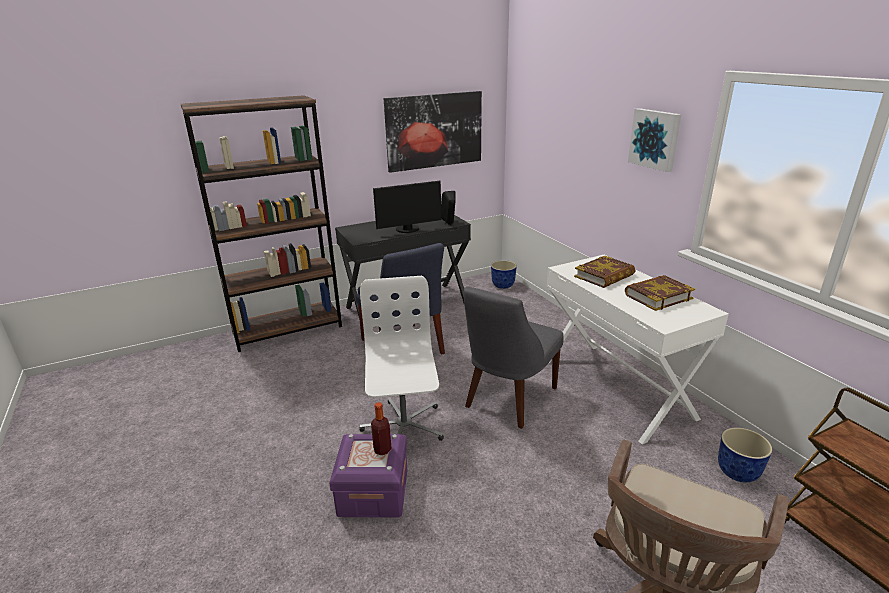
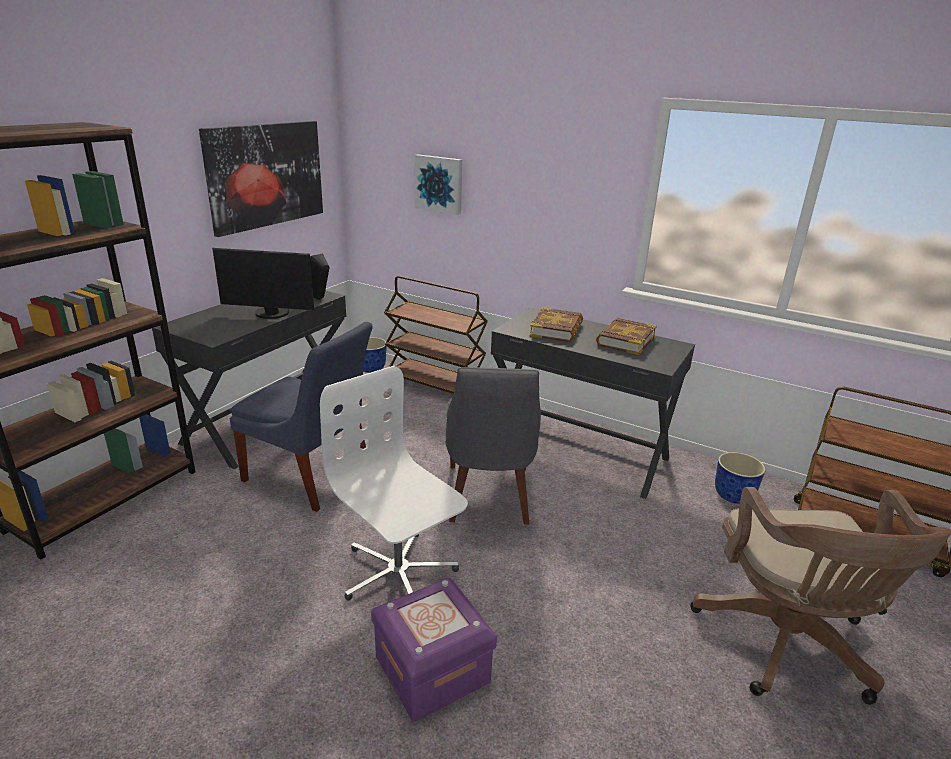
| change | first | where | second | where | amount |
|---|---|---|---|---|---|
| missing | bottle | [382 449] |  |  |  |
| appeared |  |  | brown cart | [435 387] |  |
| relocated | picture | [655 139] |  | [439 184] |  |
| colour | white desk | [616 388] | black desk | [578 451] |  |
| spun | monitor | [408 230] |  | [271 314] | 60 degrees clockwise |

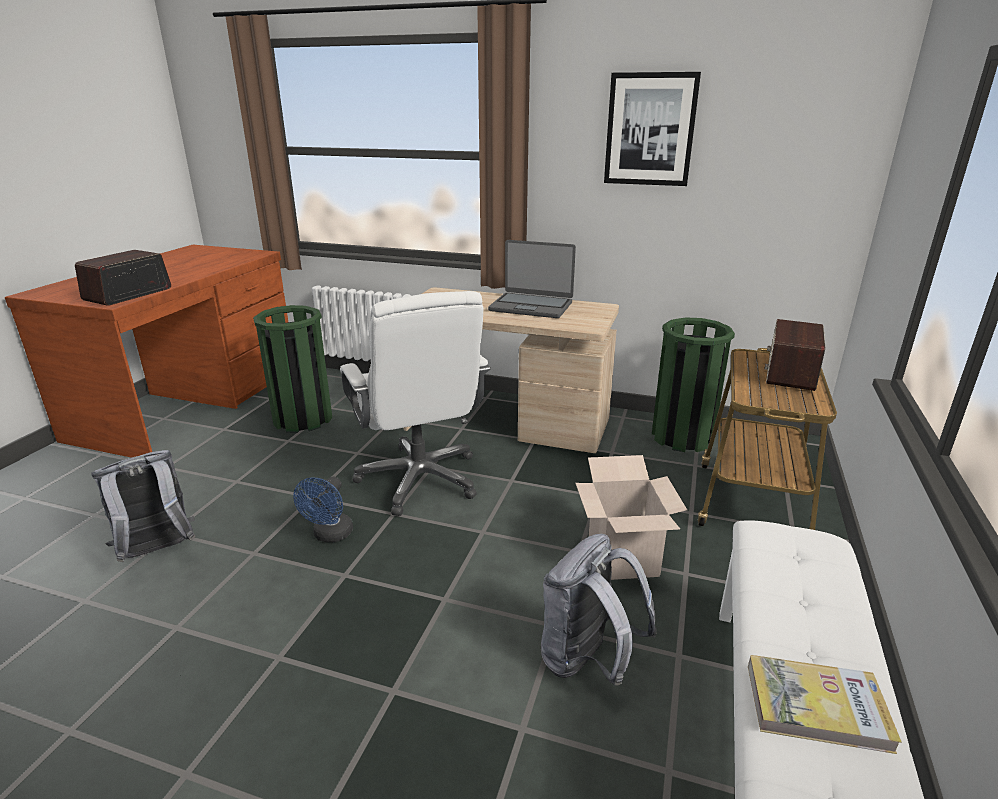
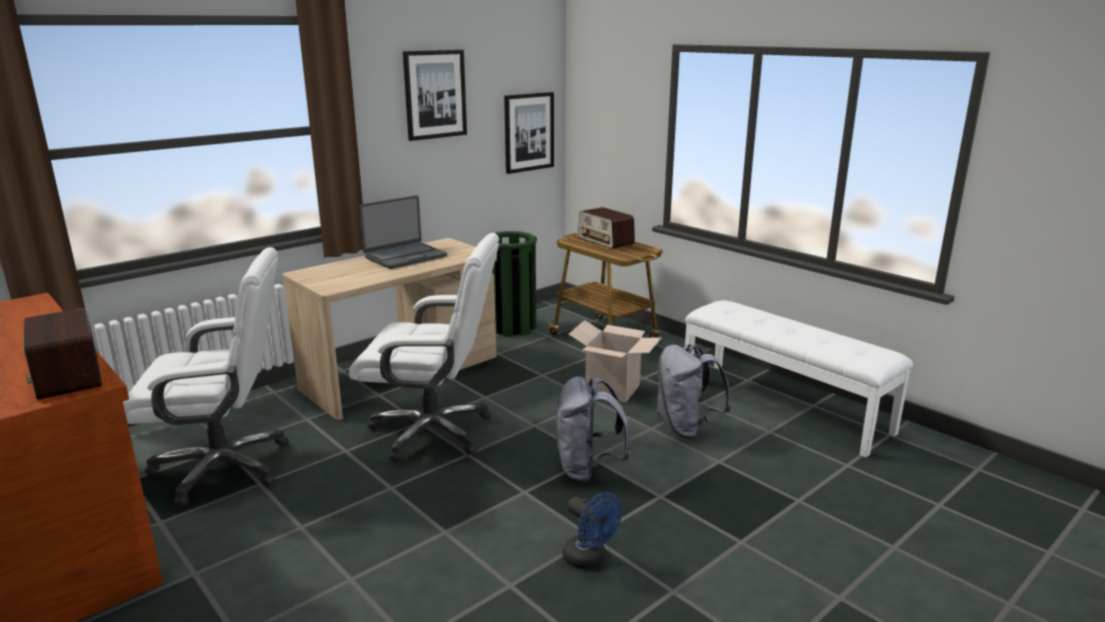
| change | first | where | second | where | amount |
|---|---|---|---|---|---|
| missing | book | [816 706] |  |  |  |
| appeared |  |  | picture | [528 132] |  |
| relocated | grey backpack | [157 552] |  | [588 469] |  |
| relocated | blue fan | [330 535] |  | [590 559] |  |
| exchanged | green trash can | [303 419] | white office chair | [223 467] |  |

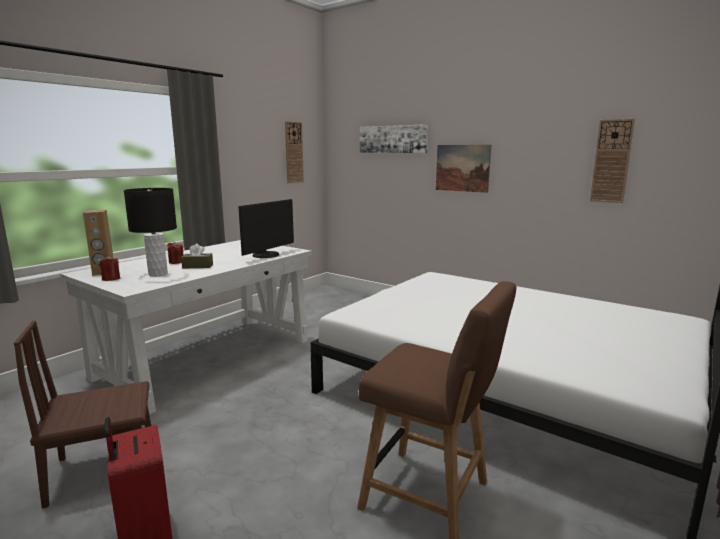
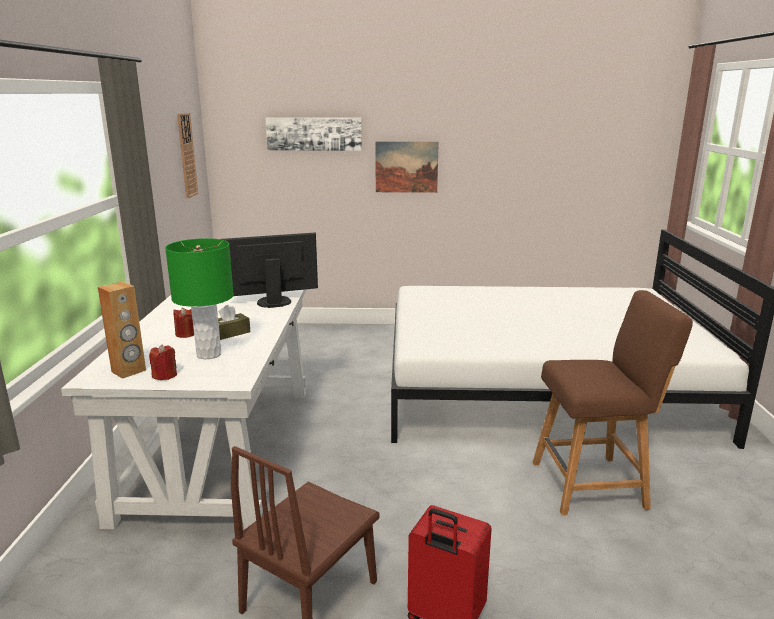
| change | first | where | second | where | amount |
|---|---|---|---|---|---|
| missing | wall clock | [611 161] |  |  |  |
| colour | black table lamp | [158 274] | green table lamp | [209 354] |  |
| spun | monitor | [267 255] |  | [273 302] | 105 degrees counterclockwise |

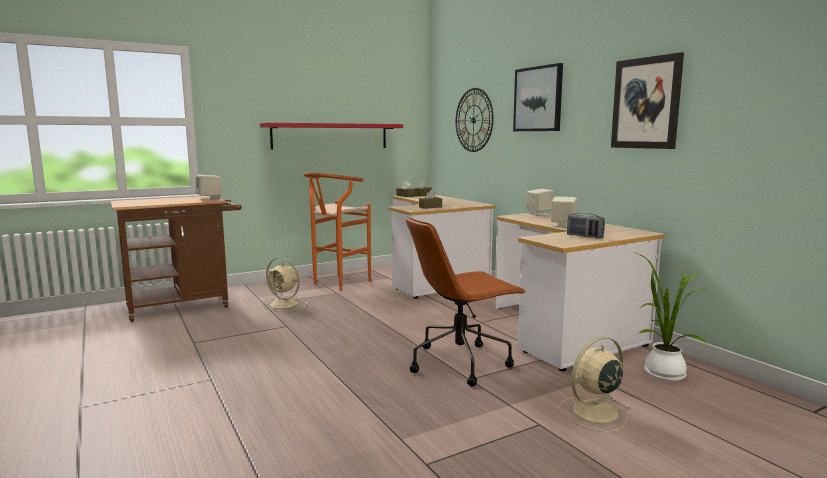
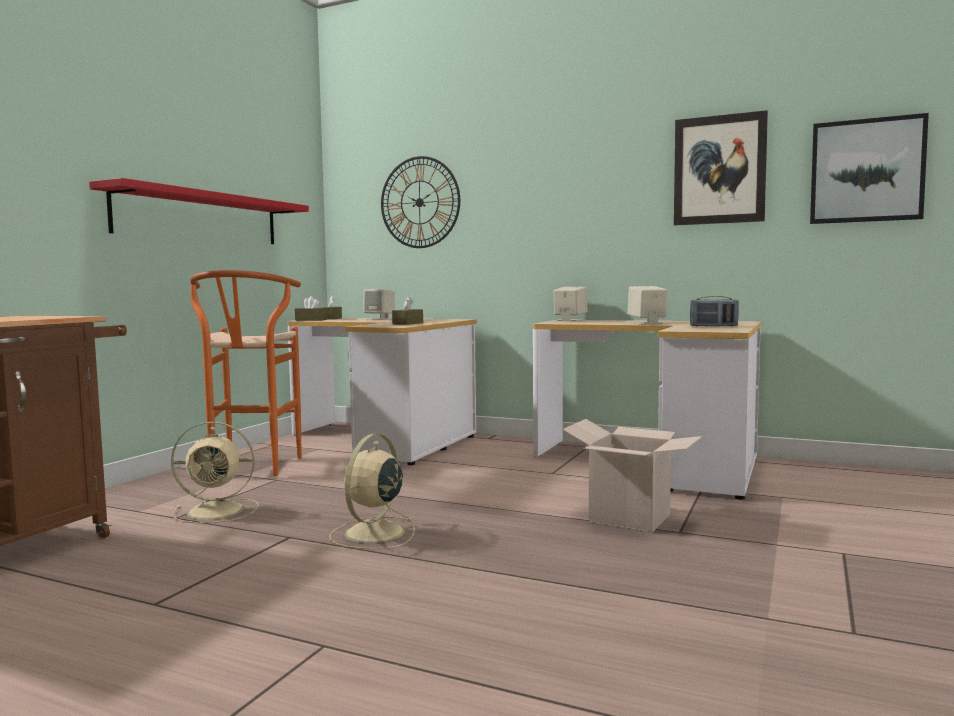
| change | first | where | second | where | amount |
|---|---|---|---|---|---|
| missing | potted plant | [661 373] |  |  |  |
| relocated | beige speaker | [209 199] |  | [380 319] |  |
| relocated | picture | [538 99] |  | [866 171] |  |
| relocated | beige fan | [593 412] |  | [373 534] |  |
| exchanged | brown office chair | [460 362] | cardboard box | [630 518] |  |

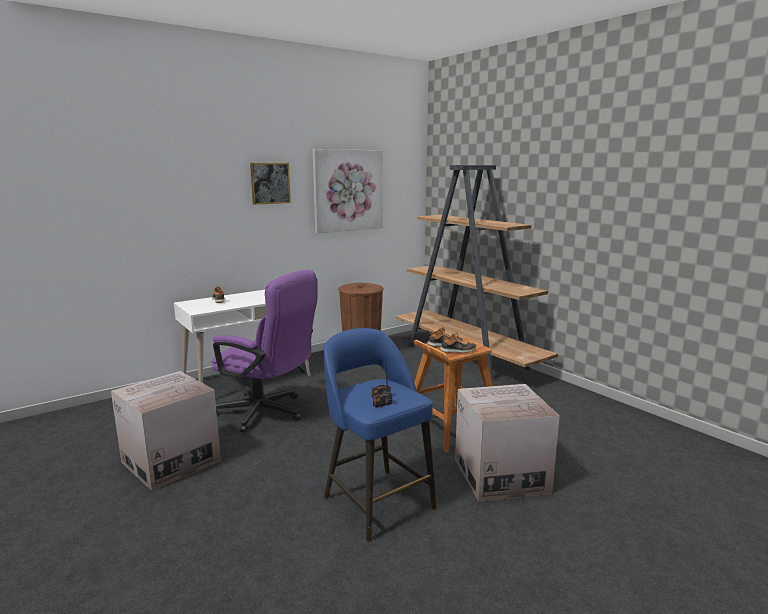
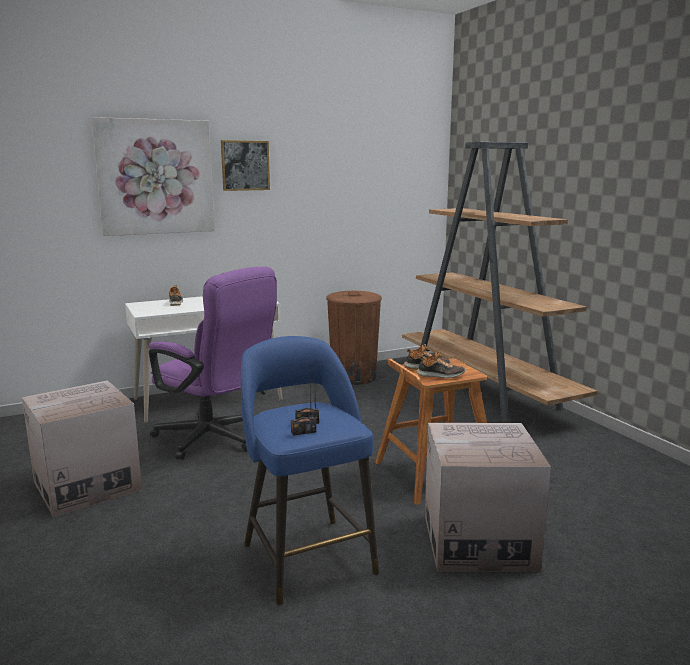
| change | first | where | second | where | amount |
|---|---|---|---|---|---|
| relocated | picture | [348 190] |  | [155 177] |  |

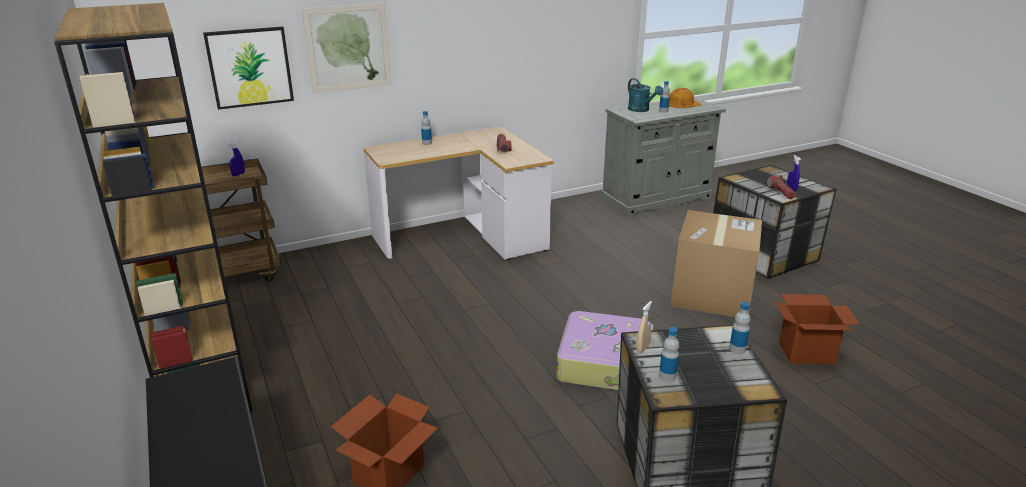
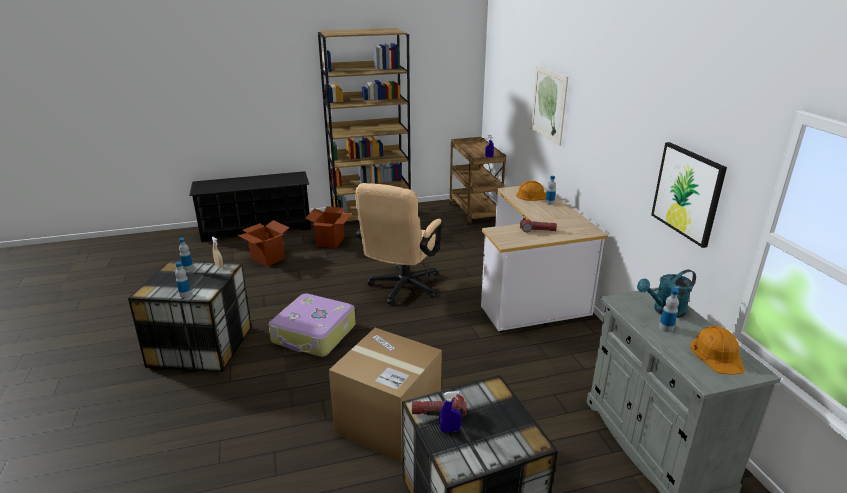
| change | first | where | second | where | amount |
|---|---|---|---|---|---|
| appeared |  |  | beige office chair | [401 289] |  |
| appeared |  |  | orange hard hat | [533 195] |  |
| relocated | picture | [250 67] |  | [687 193] |  |
| relocated | cardboard box | [806 353] |  | [330 241] |  |

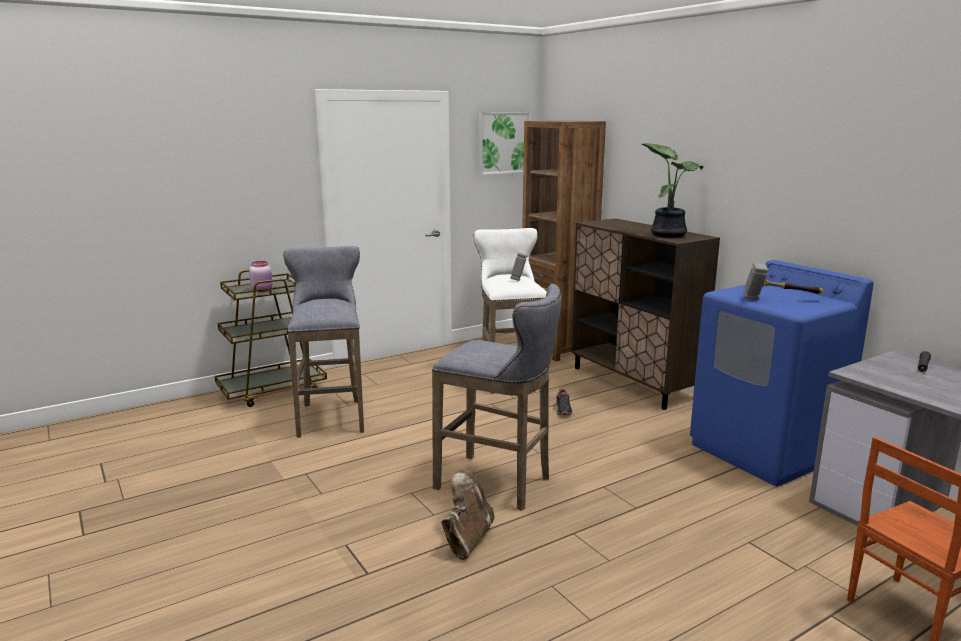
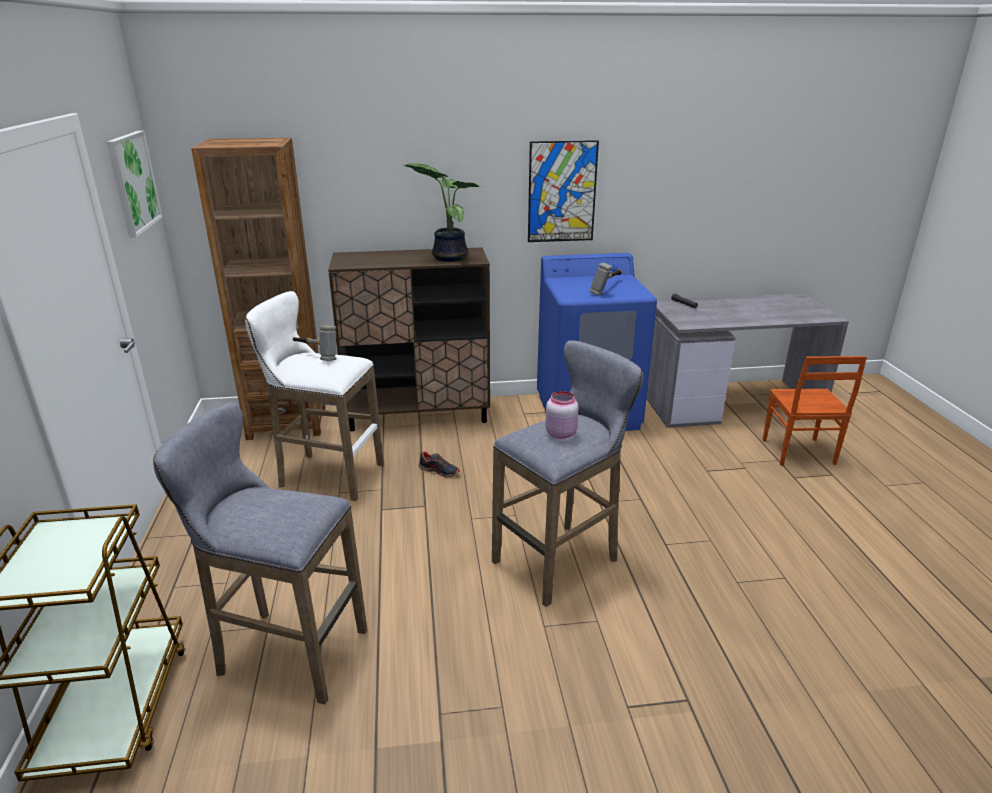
| change | first | where | second | where | amount |
|---|---|---|---|---|---|
| missing | brown boot | [467 538] |  |  |  |
| appeared |  |  | picture | [562 192] |  |
| relocated | pink jar | [262 290] |  | [560 433] |  |

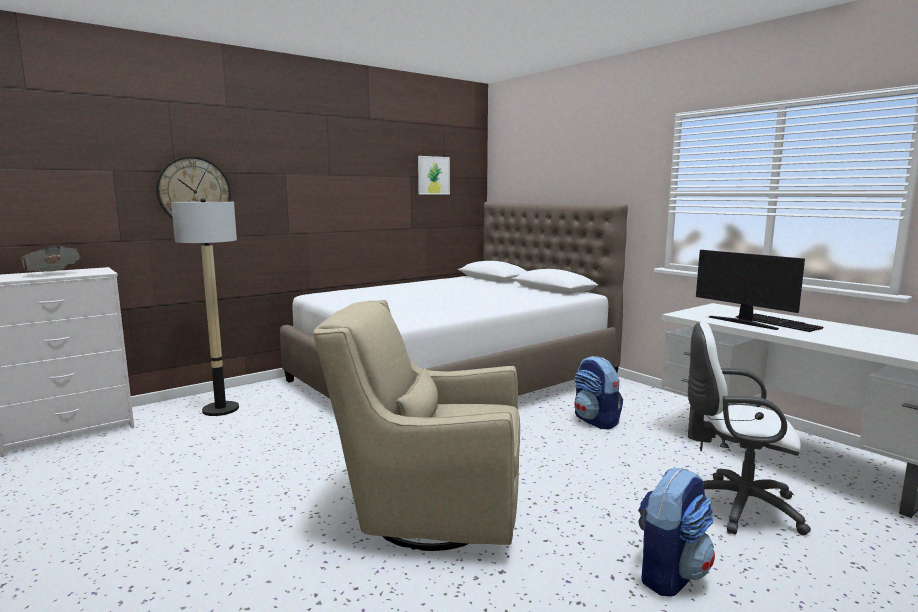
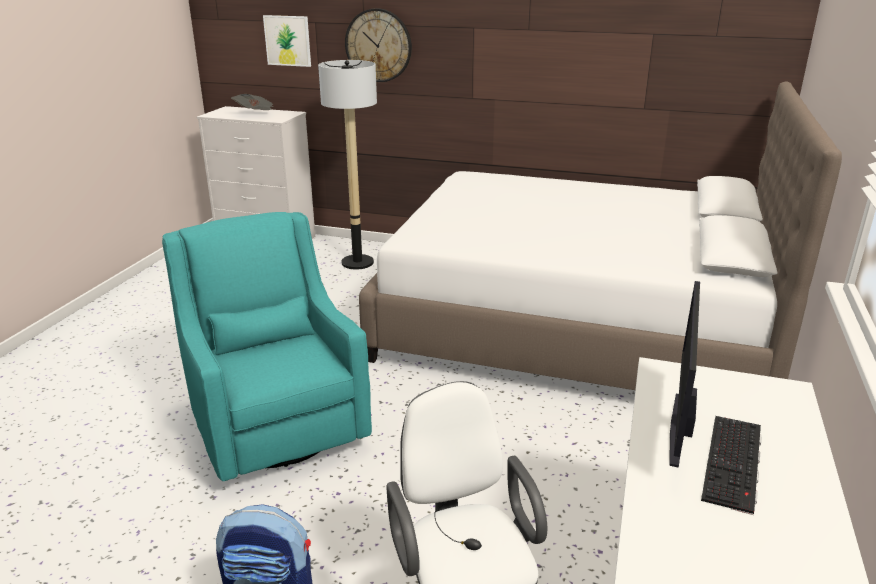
| change | first | where | second | where | amount |
|---|---|---|---|---|---|
| missing | backpack | [596 421] |  |  |  |
| relocated | picture | [433 175] |  | [287 40] |  |
| colour | beige armchair | [427 512] | turquoise armchair | [276 425] |  |

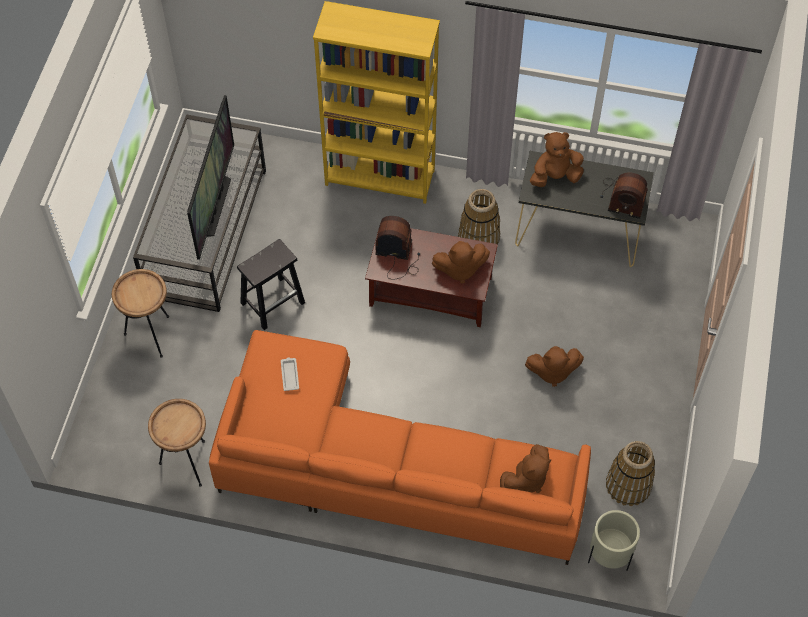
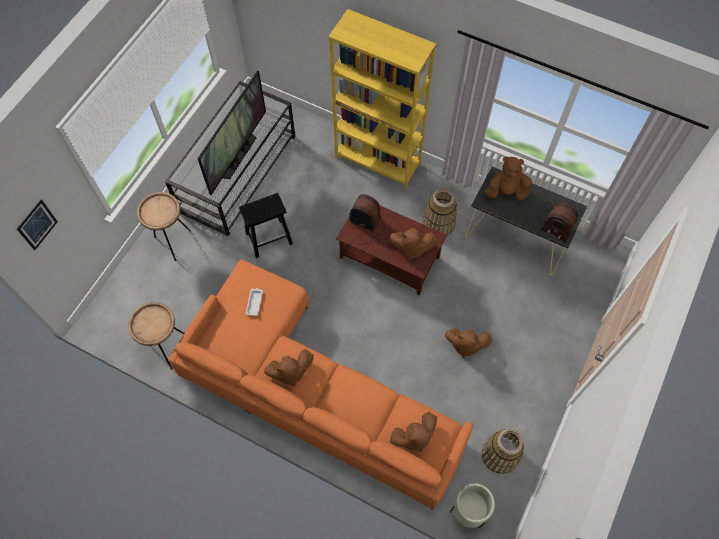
| change | first | where | second | where | amount |
|---|---|---|---|---|---|
| appeared |  |  | picture | [37 225] |  |
| appeared |  |  | brown plush toy | [290 372] |  |

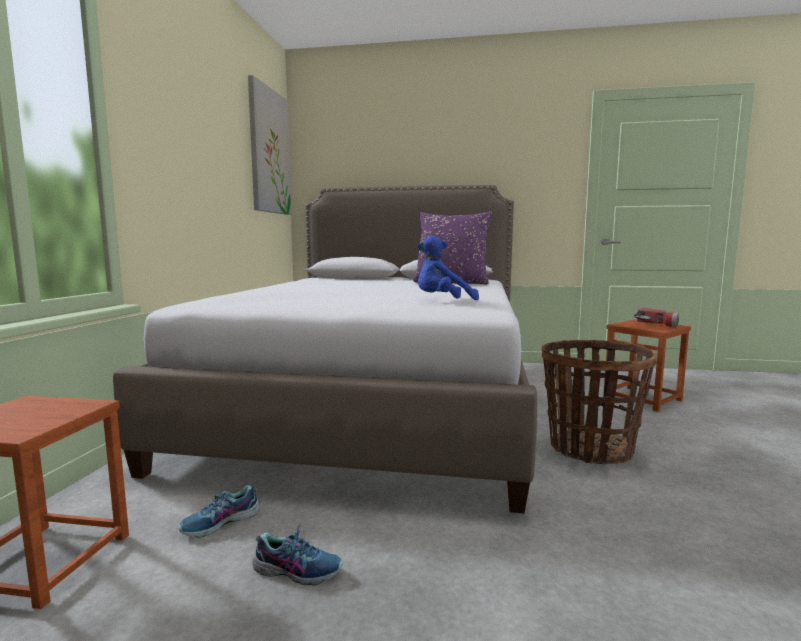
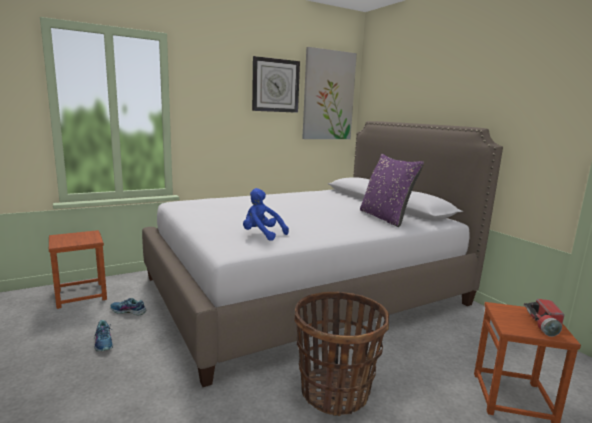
| change | first | where | second | where | amount |
|---|---|---|---|---|---|
| appeared |  |  | wall clock | [275 85] |  |

